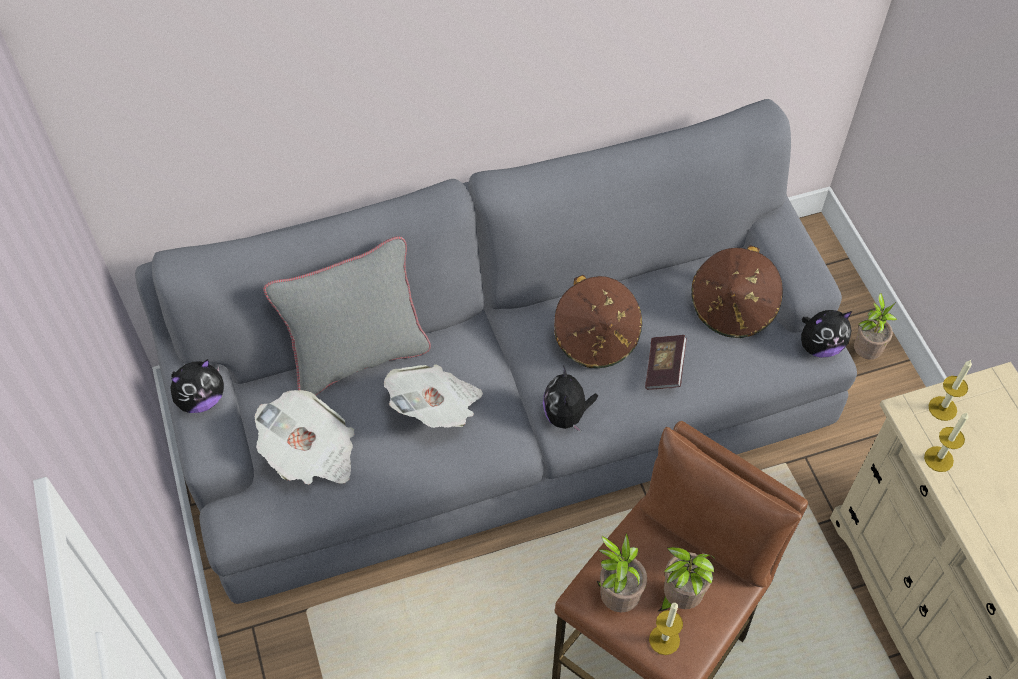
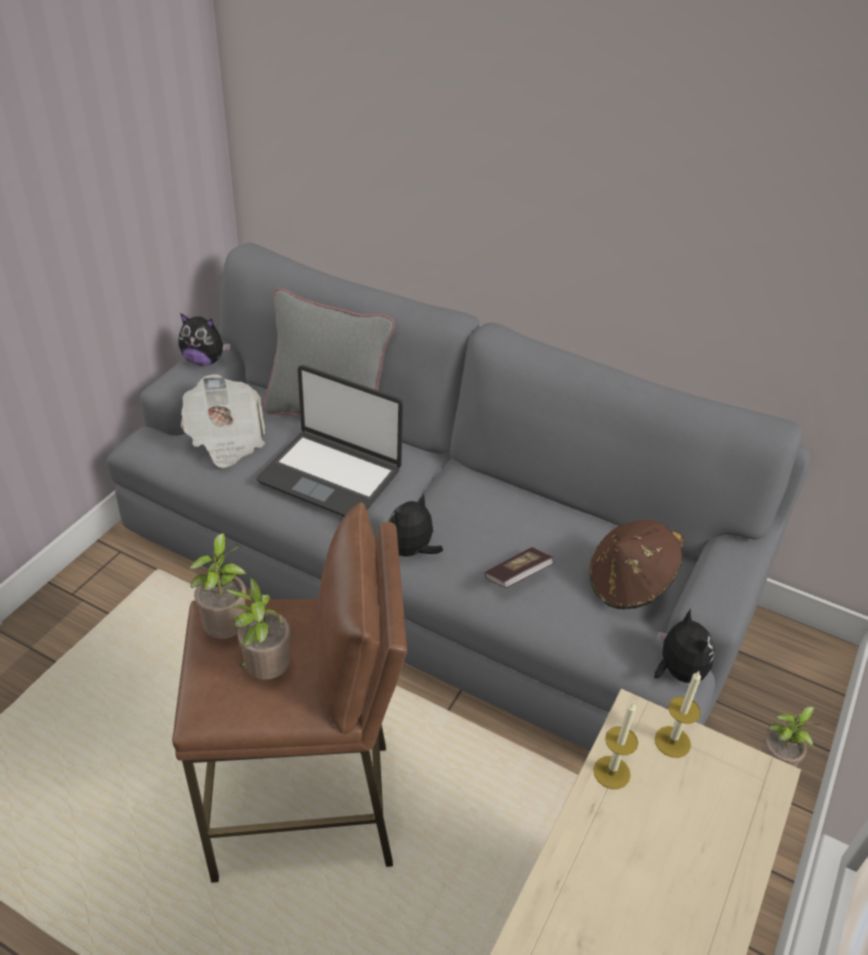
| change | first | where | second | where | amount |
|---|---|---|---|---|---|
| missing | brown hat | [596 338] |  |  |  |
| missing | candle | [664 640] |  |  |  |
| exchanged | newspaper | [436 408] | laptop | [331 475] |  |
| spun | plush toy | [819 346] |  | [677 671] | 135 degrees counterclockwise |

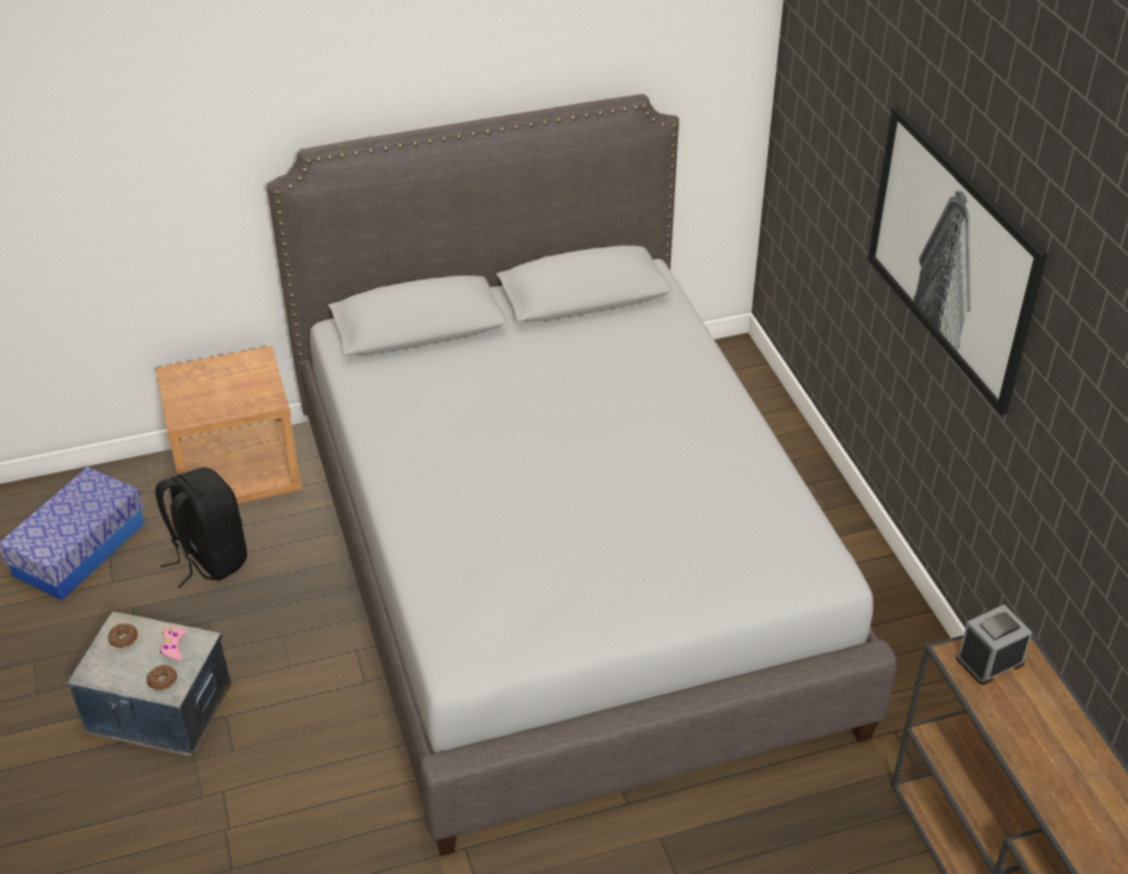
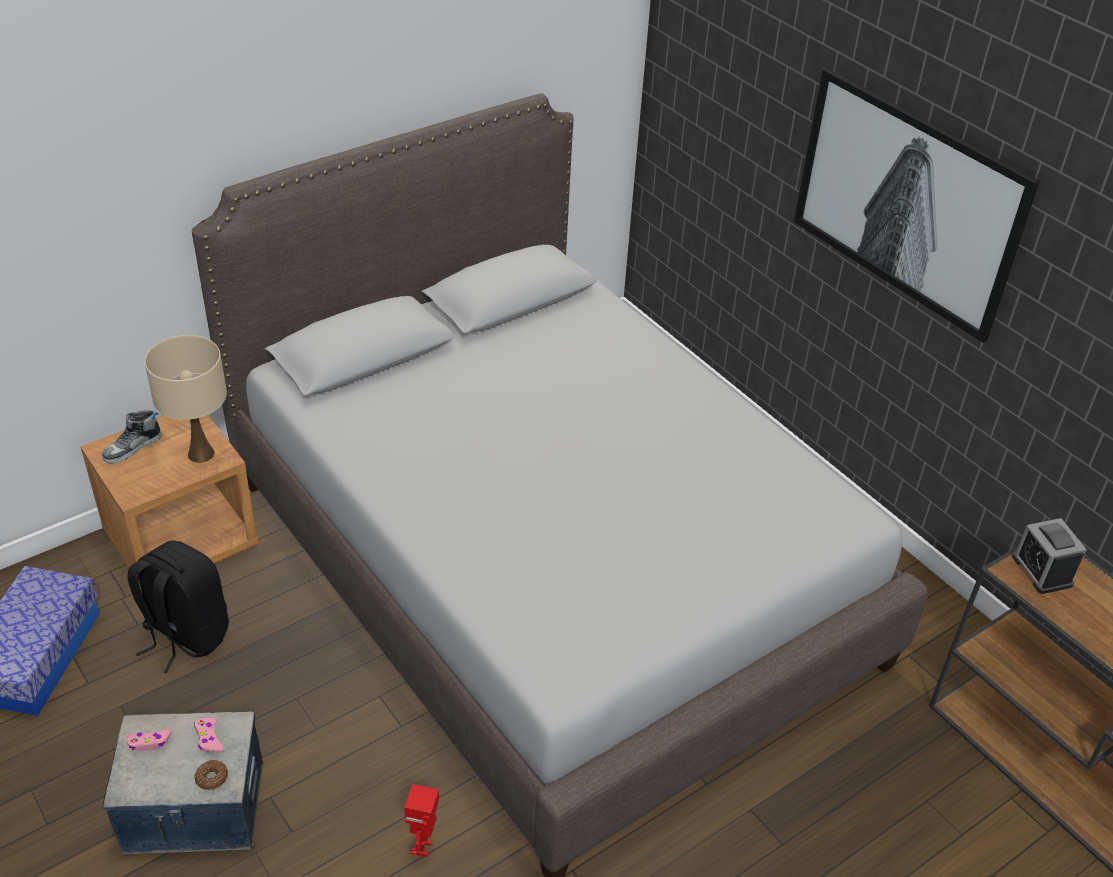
| change | first | where | second | where | amount |
|---|---|---|---|---|---|
| appeared |  |  | shoe | [133 447] |  |
| appeared |  |  | beige table lamp | [201 454] |  |
| appeared |  |  | toy robot | [423 848] |  |
| exchanged | donut | [123 639] | pink game controller | [149 742] |  |
| spun | alarm clock | [990 661] |  | [1042 571] | 60 degrees counterclockwise |

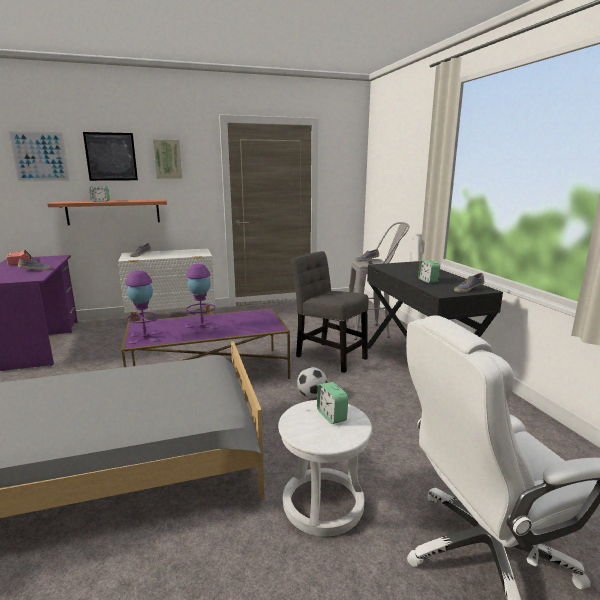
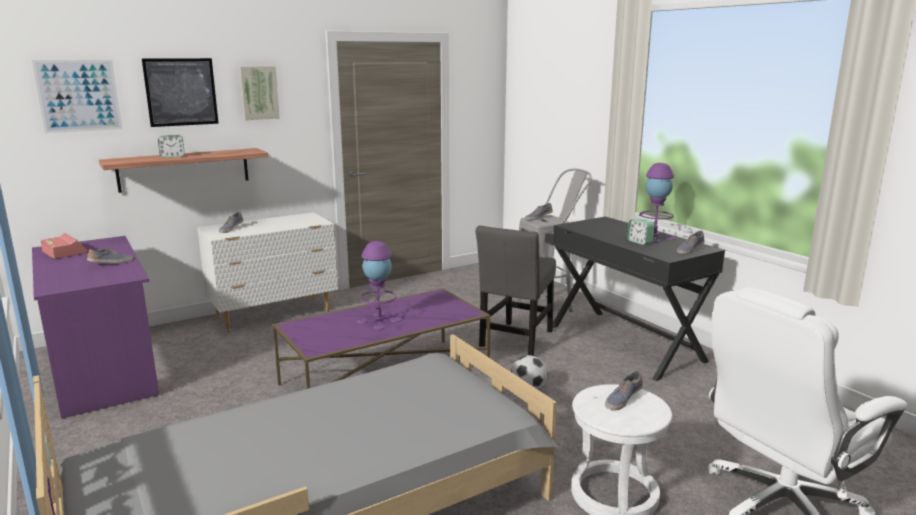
| change | first | where | second | where | amount |
|---|---|---|---|---|---|
| relocated | purple table lamp | [145 337] |  | [654 237] |  |
| exchanged | alarm clock | [331 416] | shoe | [623 399] |  |
| spun | grey chair | [328 356] |  | [516 341] | 90 degrees counterclockwise |

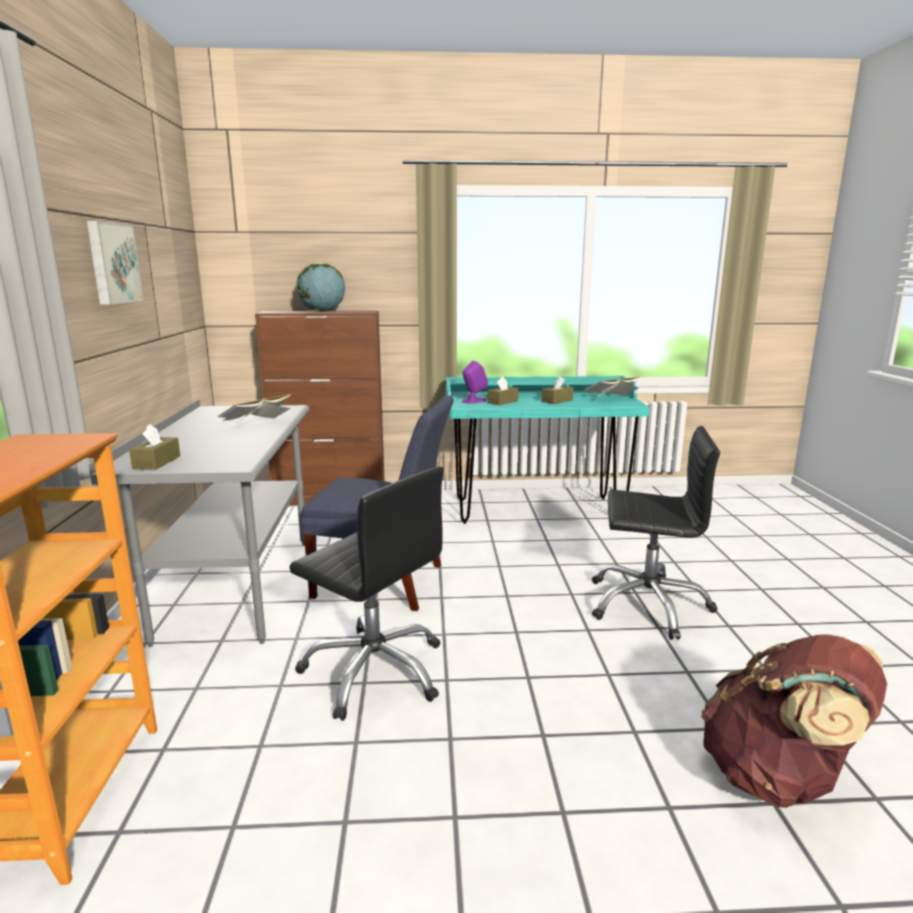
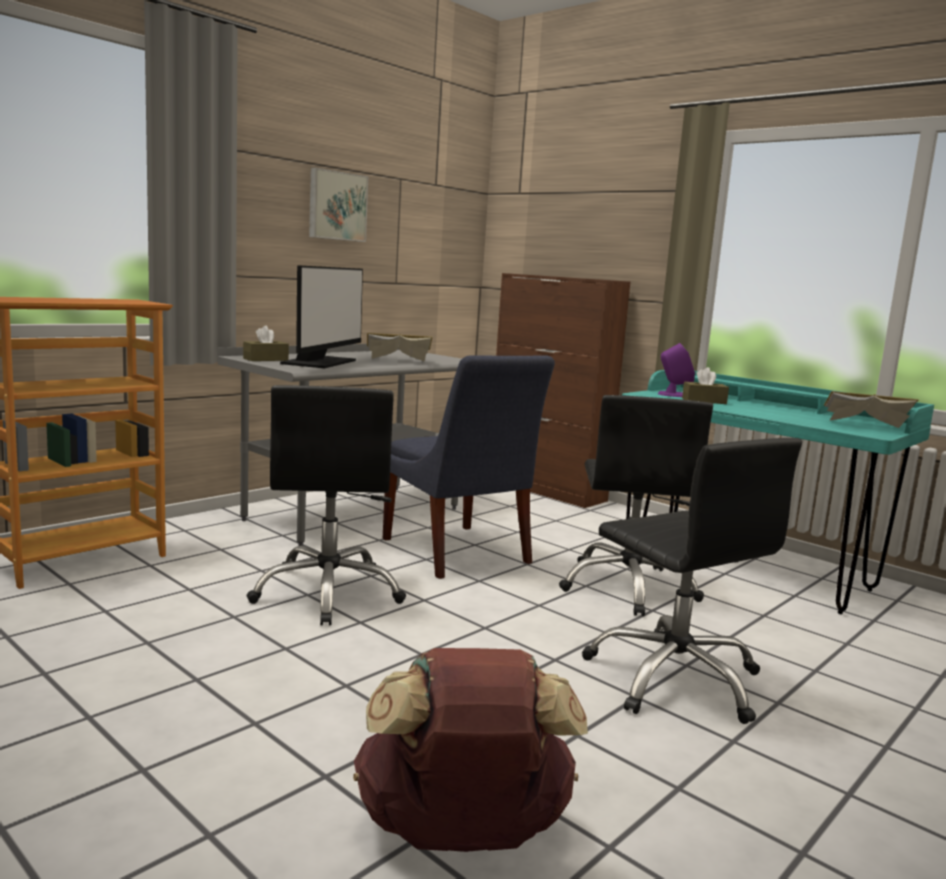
| change | first | where | second | where | amount |
|---|---|---|---|---|---|
| missing | globe | [322 311] |  |  |  |
| missing | brown tissue box | [557 401] |  |  |  |
| appeared |  |  | monitor | [321 362] |  |
| appeared |  |  | black office chair | [628 587] |  |

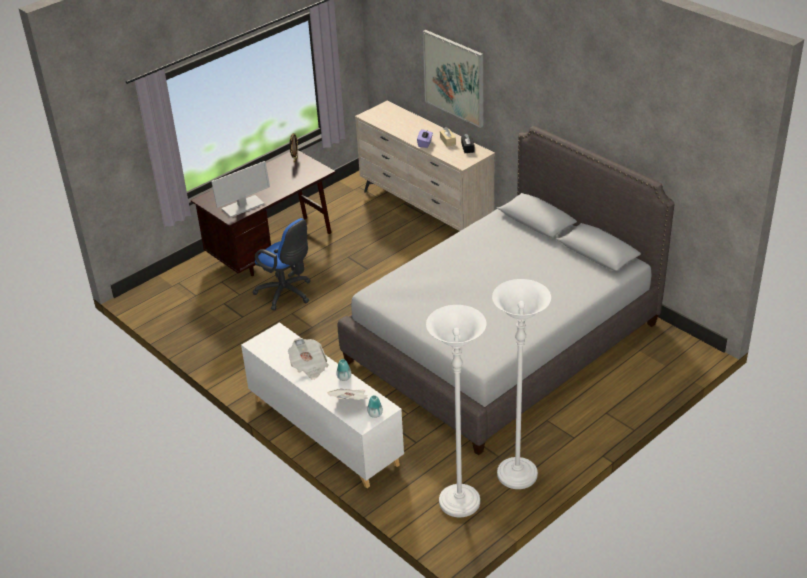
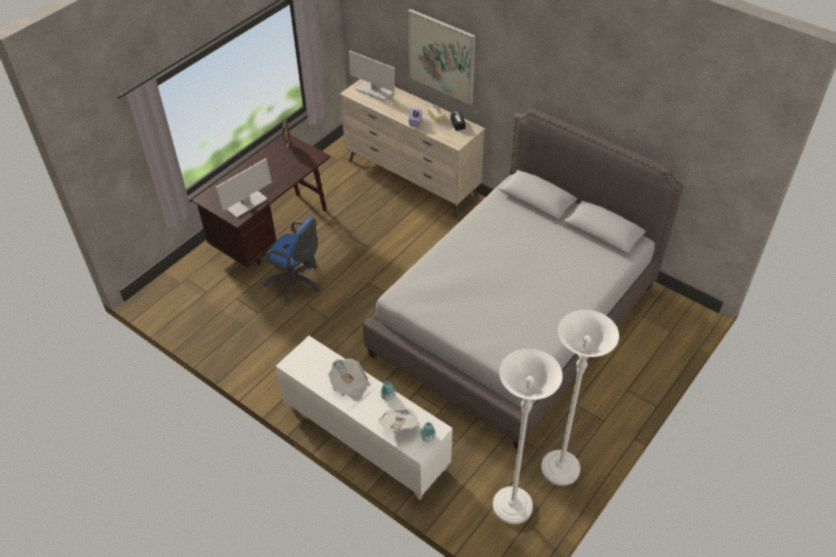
| change | first | where | second | where | amount |
|---|---|---|---|---|---|
| appeared |  |  | monitor | [374 91] |  |

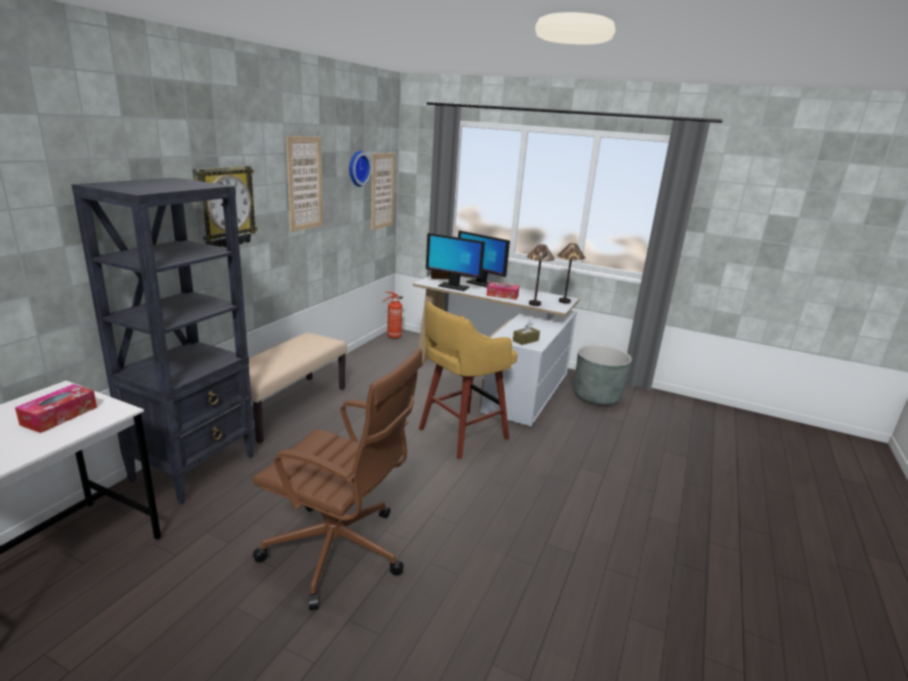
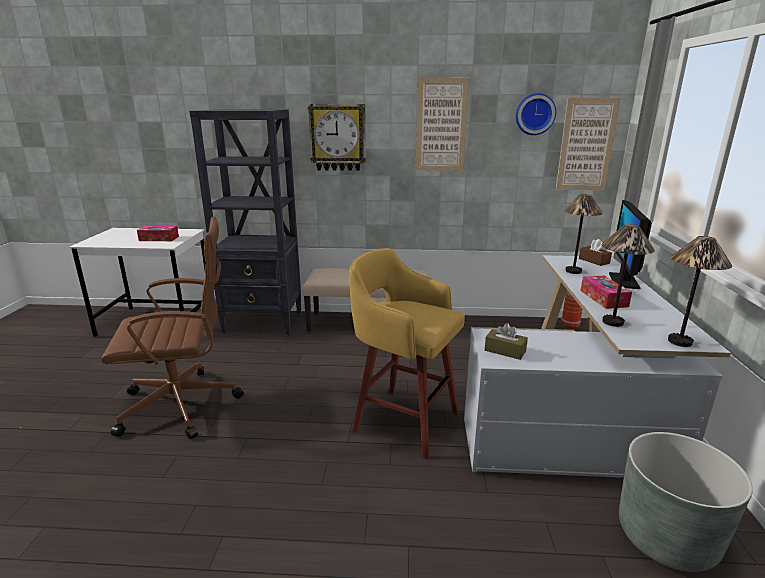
| change | first | where | second | where | amount |
|---|---|---|---|---|---|
| exchanged | monitor | [453 287] | table lamp | [573 271] |  |
| spun | brown office chair | [339 552] |  | [183 405] | 105 degrees counterclockwise |

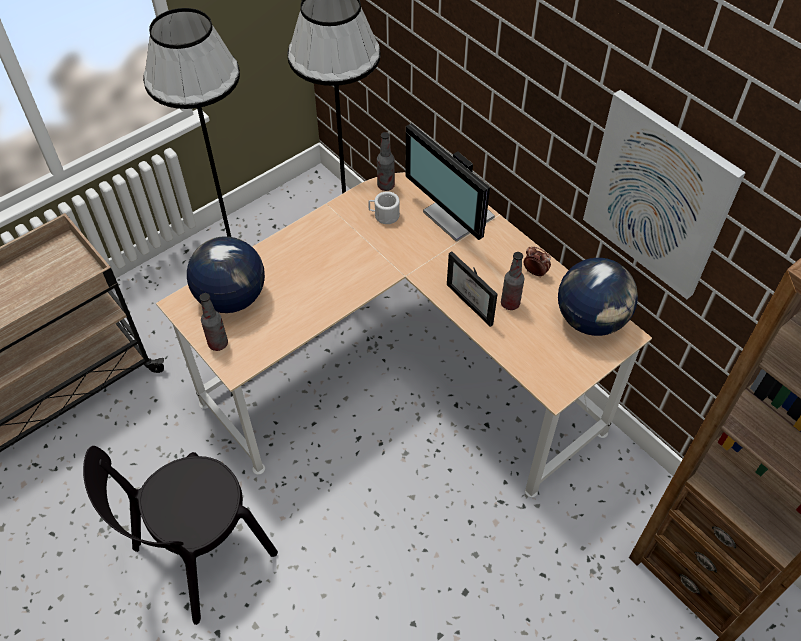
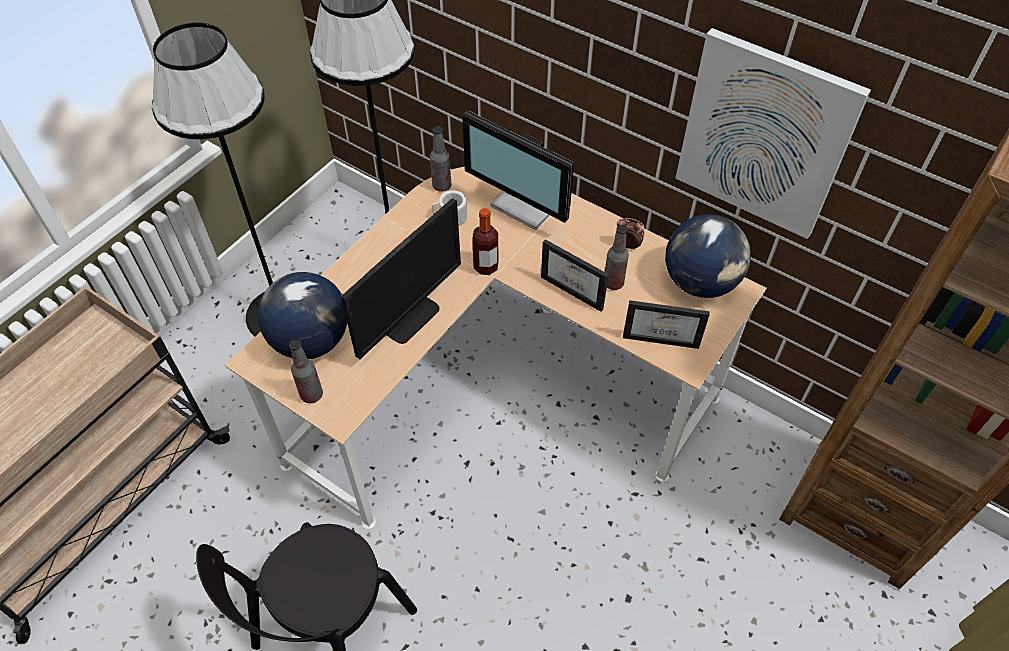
| change | first | where | second | where | amount |
|---|---|---|---|---|---|
| appeared |  |  | monitor | [408 317] |  |
| appeared |  |  | bottle | [486 267] |  |
| appeared |  |  | picture frame | [662 335] |  |

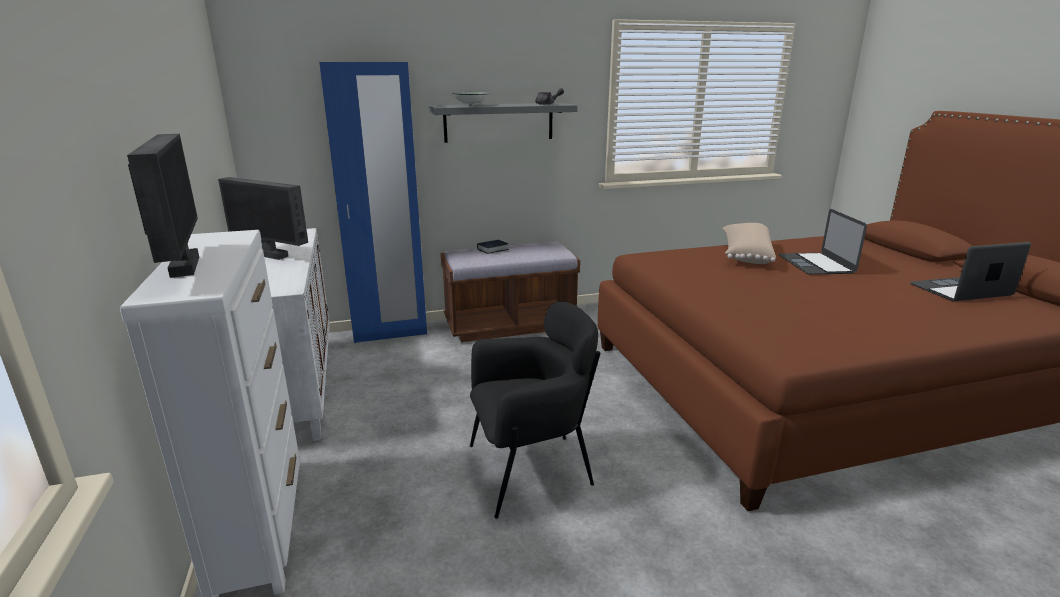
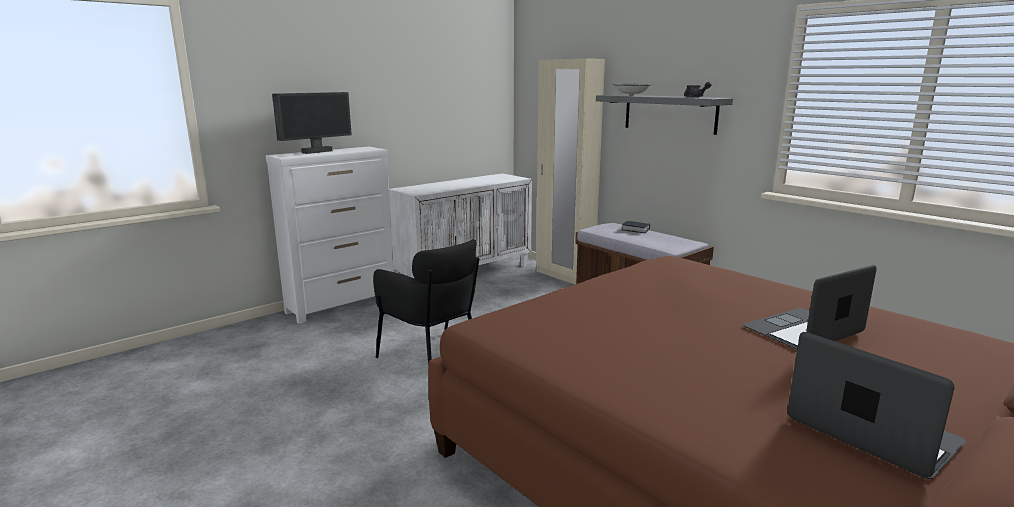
| change | first | where | second | where | amount |
|---|---|---|---|---|---|
| missing | monitor | [271 255] |  |  |  |
| missing | beige pillow | [745 255] |  |  |  |
| colour | blue wardrobe | [390 333] | beige wardrobe | [564 276] |  |

